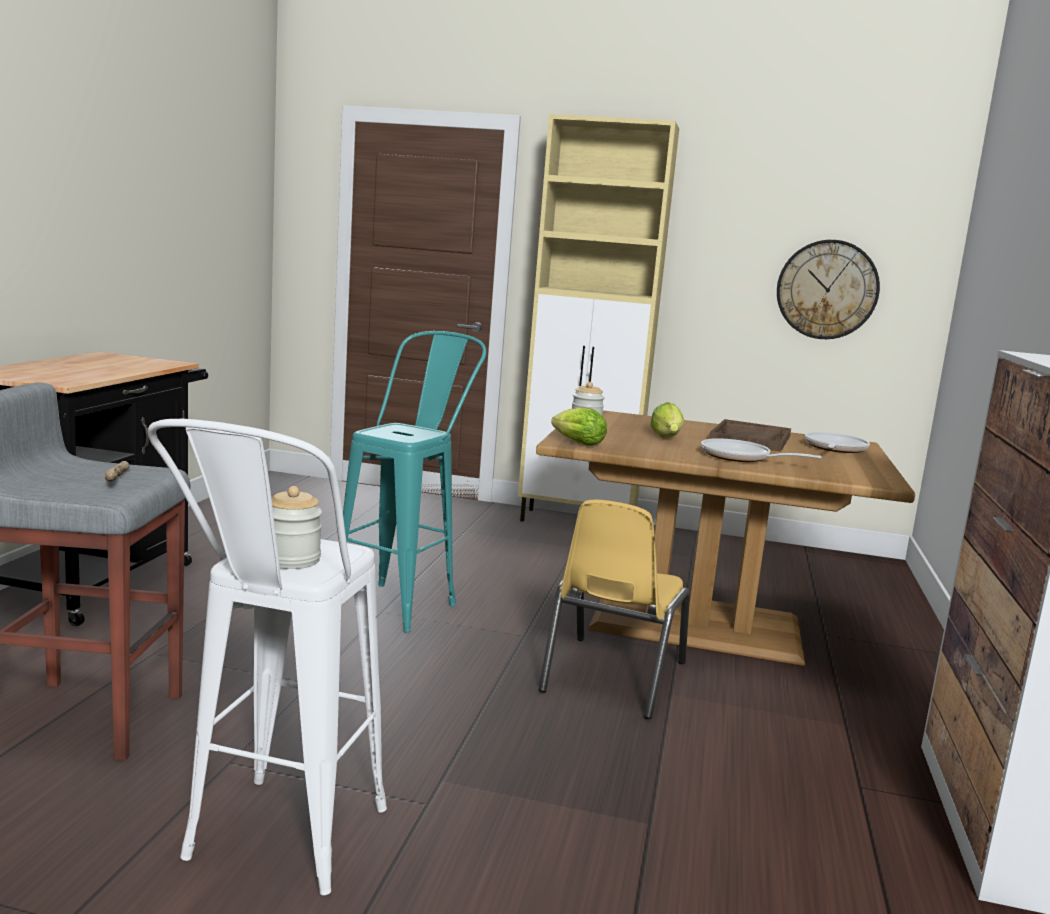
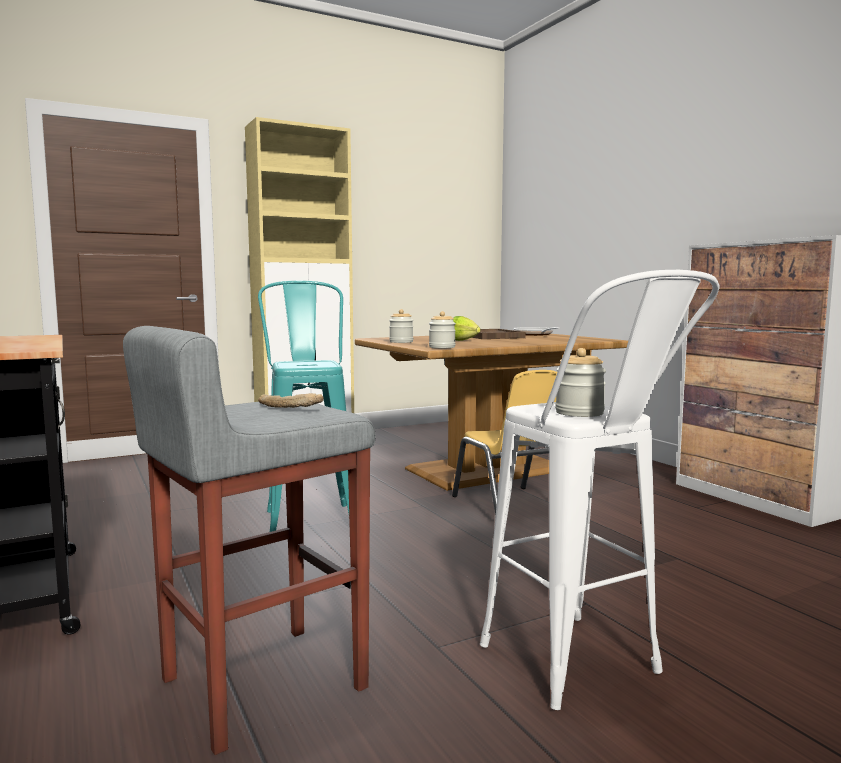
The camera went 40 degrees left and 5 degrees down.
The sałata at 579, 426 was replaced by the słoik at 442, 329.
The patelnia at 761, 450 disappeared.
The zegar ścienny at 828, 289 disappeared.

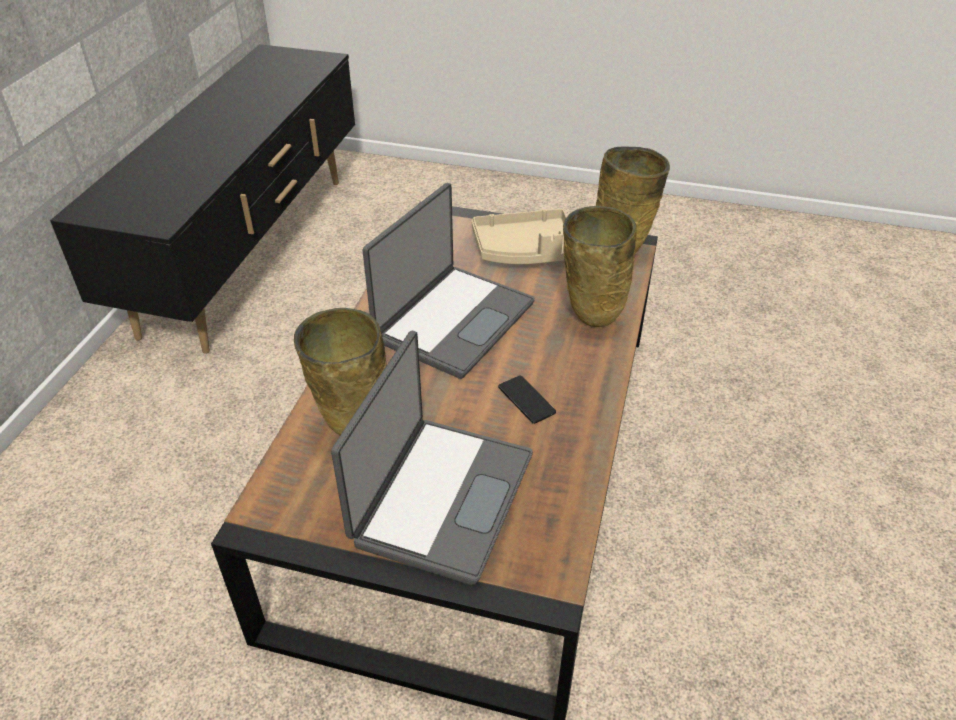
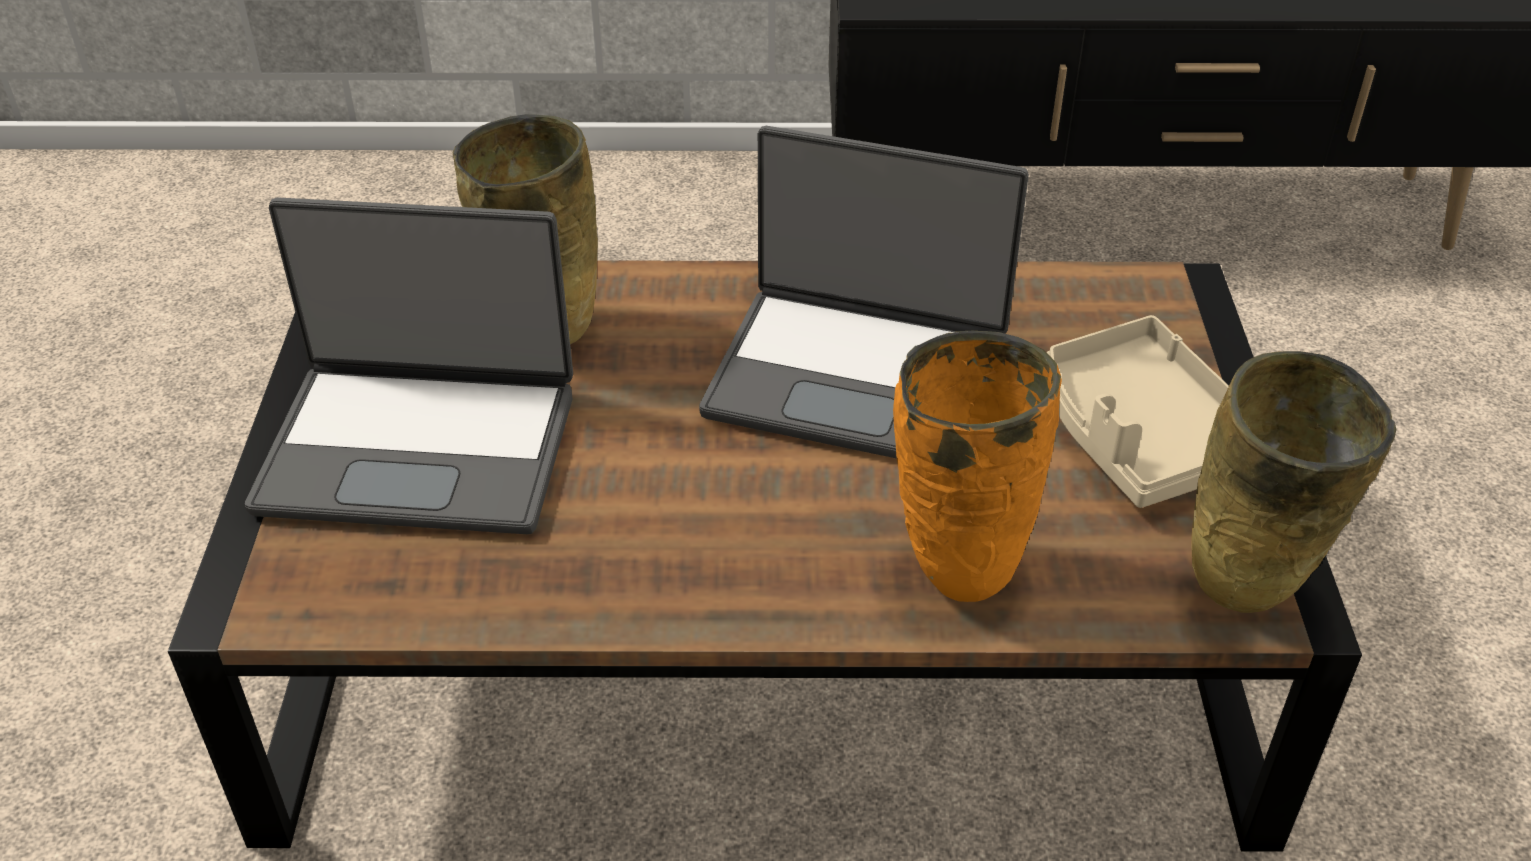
The camera went 75 degrees right and 0 degrees up.
The wazon/beżowy at 600, 266 became the wazon/pomarańczowy at 977, 466.
The telefon at 527, 399 disappeared.

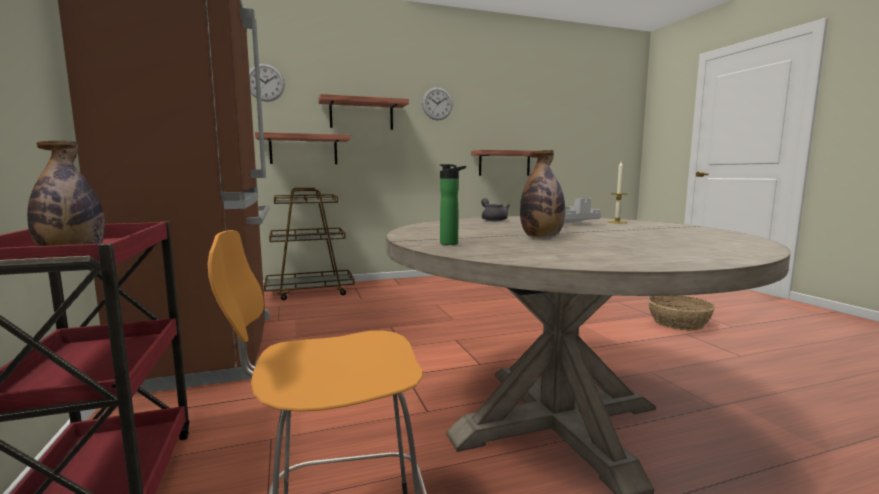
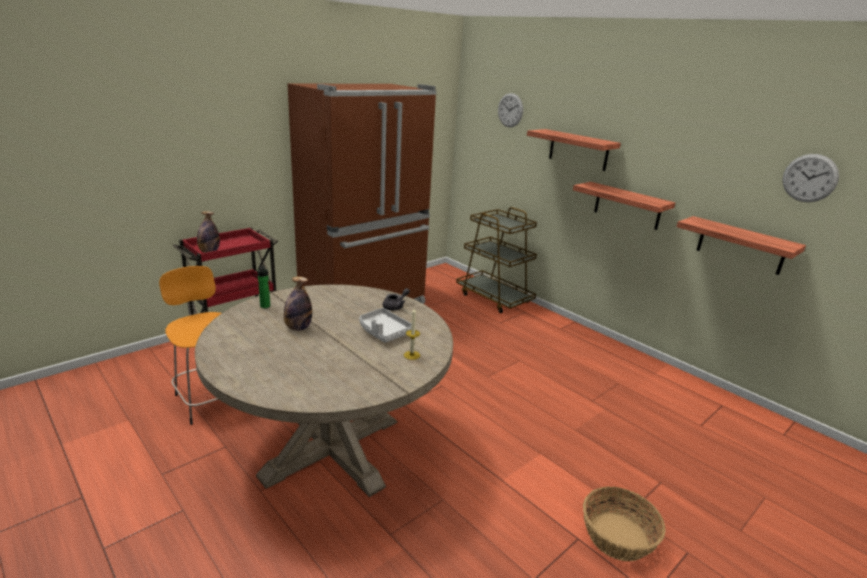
The camera went 65 degrees right and 15 degrees up.
The półka moved from 302, 148 to 624, 206.
The zegar ścienny moved from 437, 103 to 811, 178.

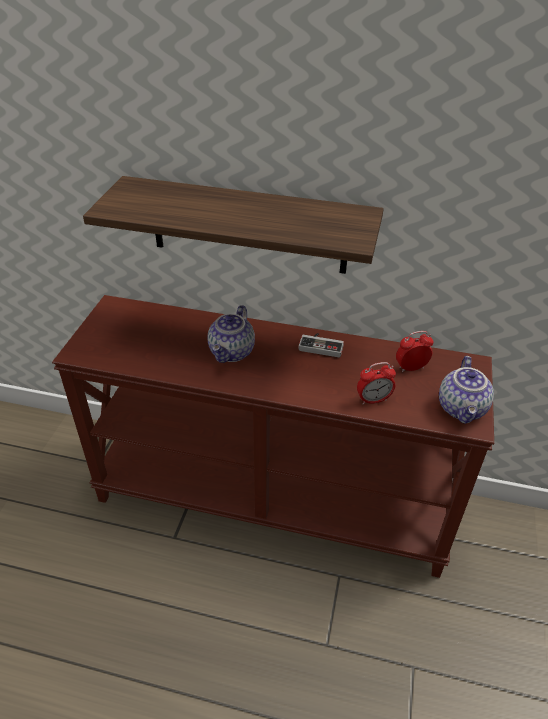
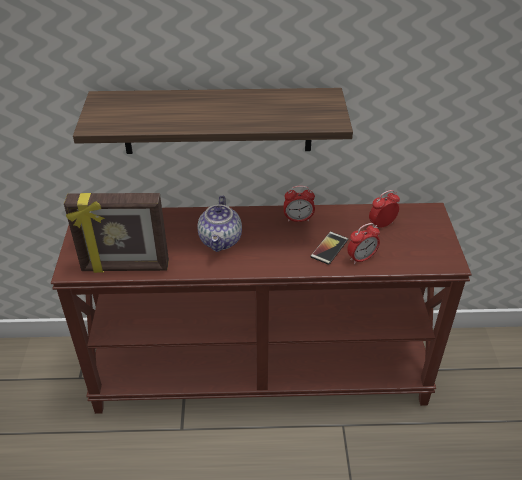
The camera went 15 degrees left and 0 degrees up.
The ramka na zdjęcie at 116, 233 appeared.
The pad do gier at 321, 345 was replaced by the budzik at 299, 204.
The telefon at 329, 248 appeared.
The imbryk at 466, 390 disappeared.

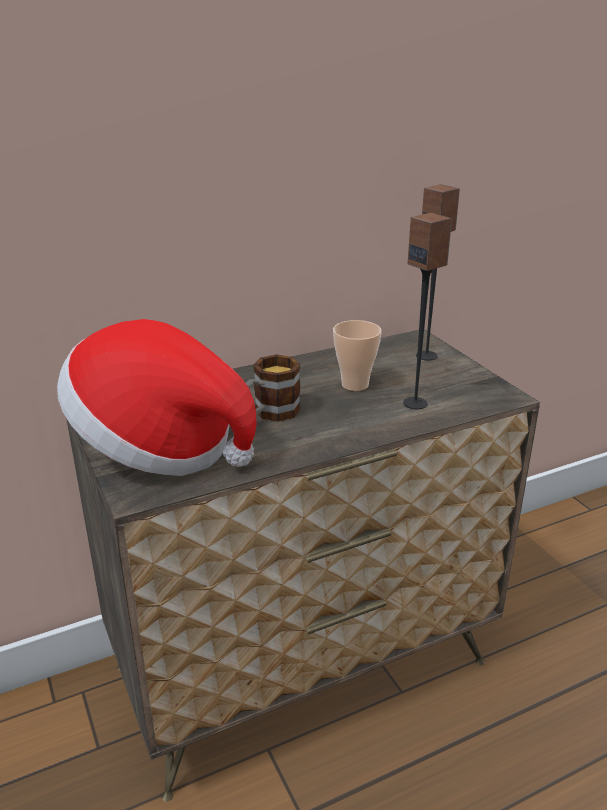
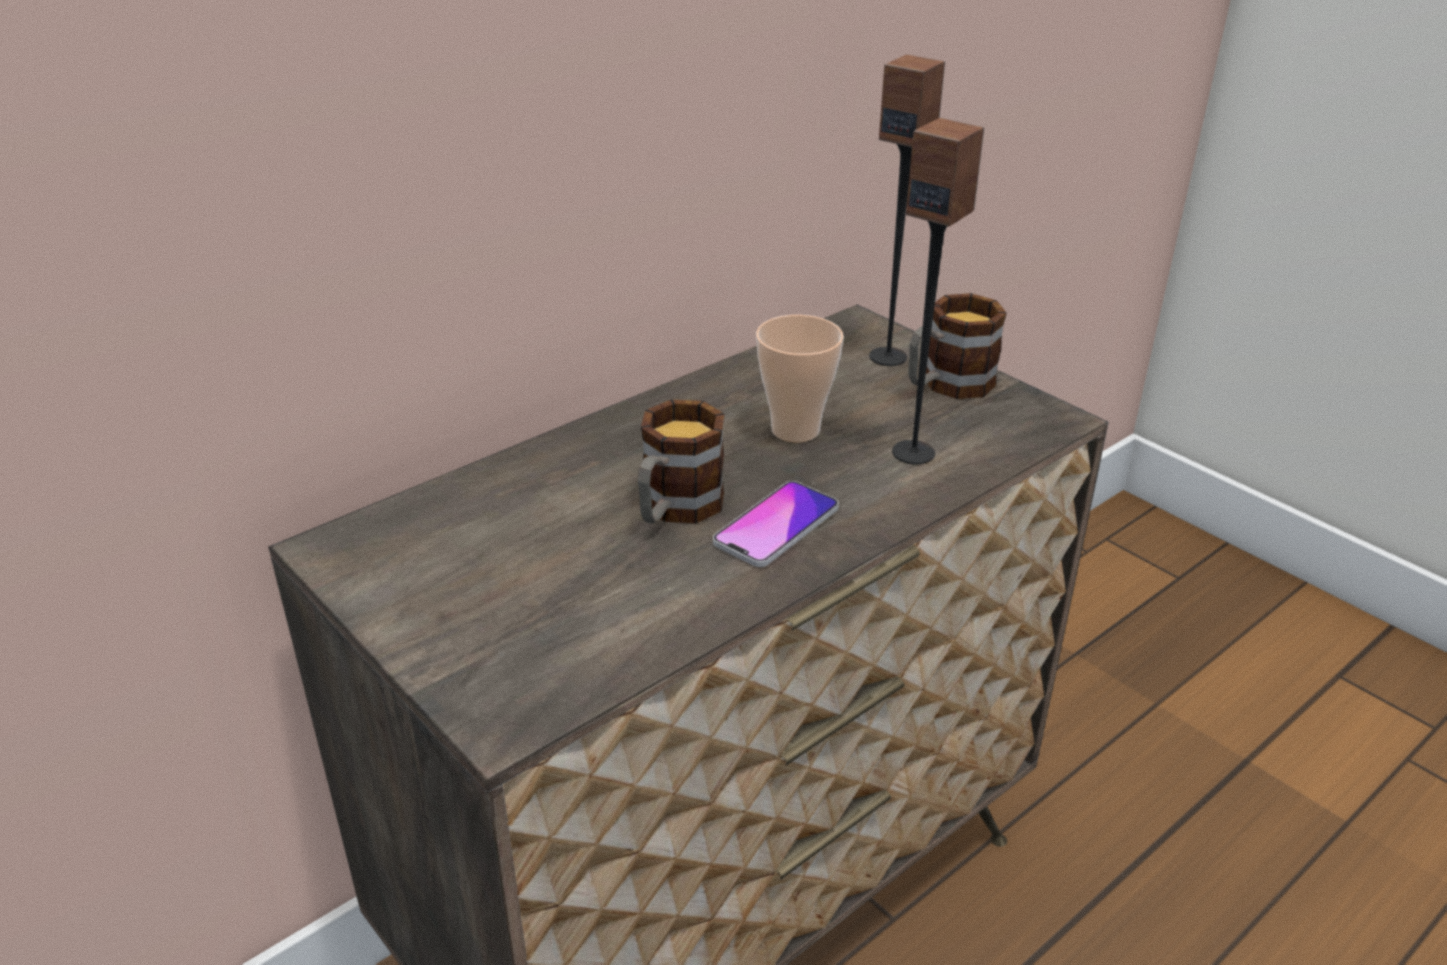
The camera went 15 degrees left and 5 degrees up.
The telefon at 776, 524 appeared.
The kubek at 957, 346 appeared.
The kapelusz at 156, 397 disappeared.

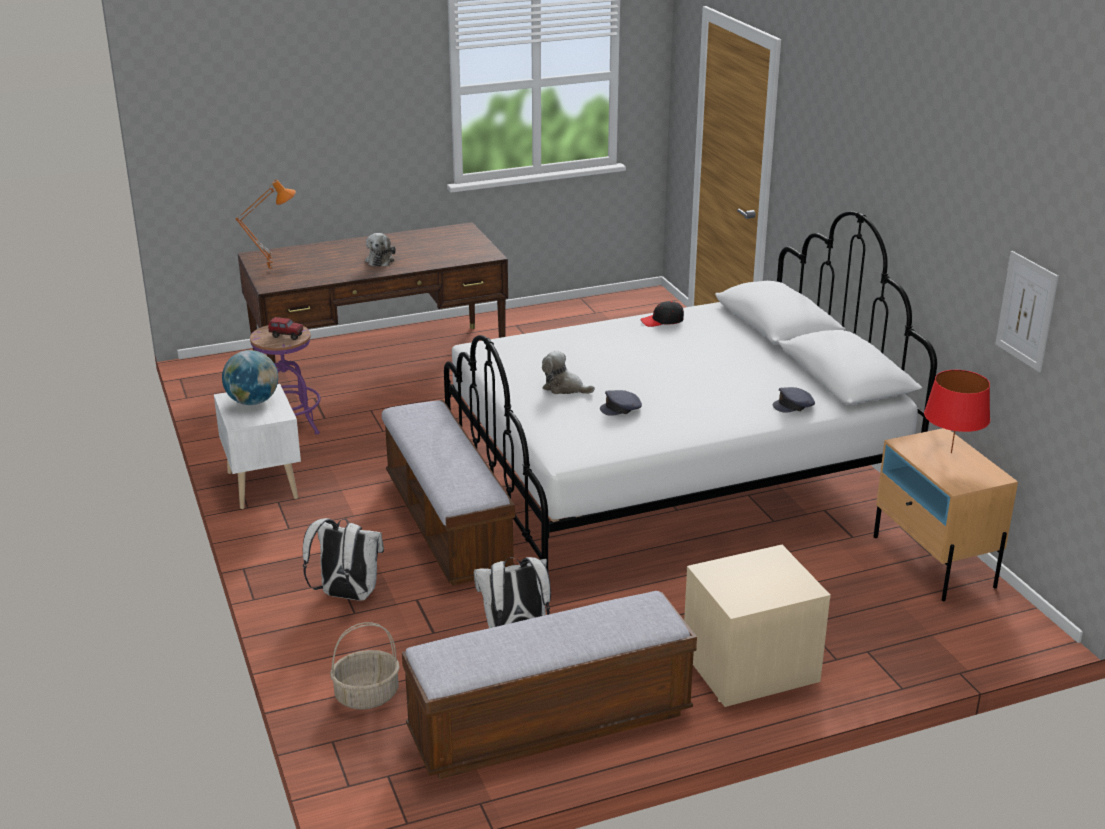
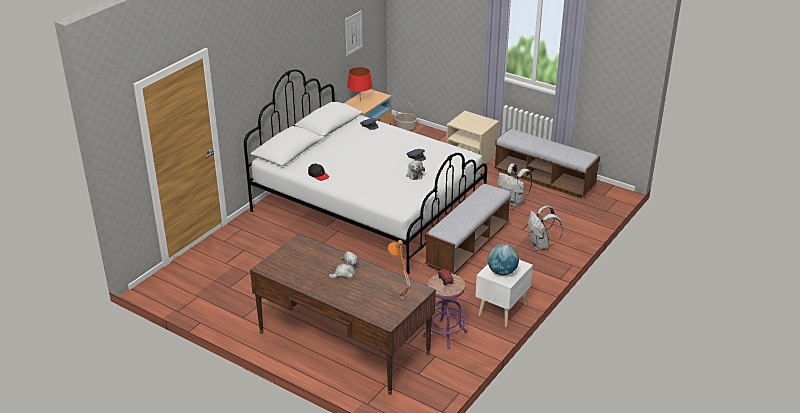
The camera went 125 degrees left and 5 degrees up.
The koszyk moved from 365, 666 to 406, 116.

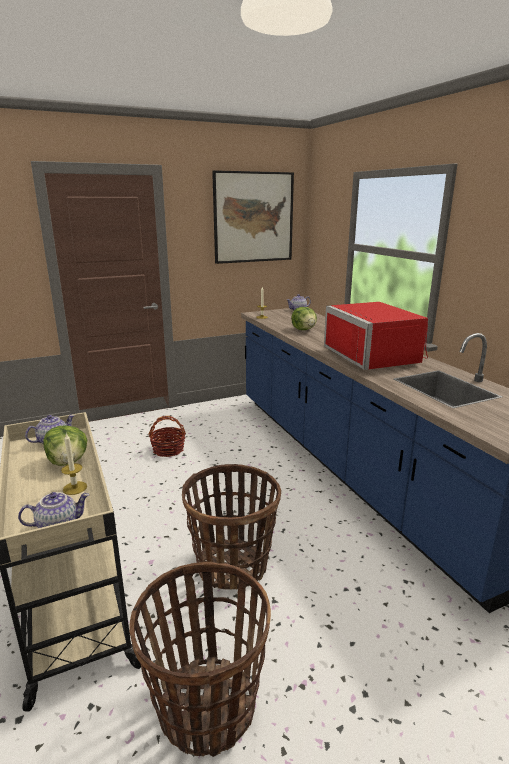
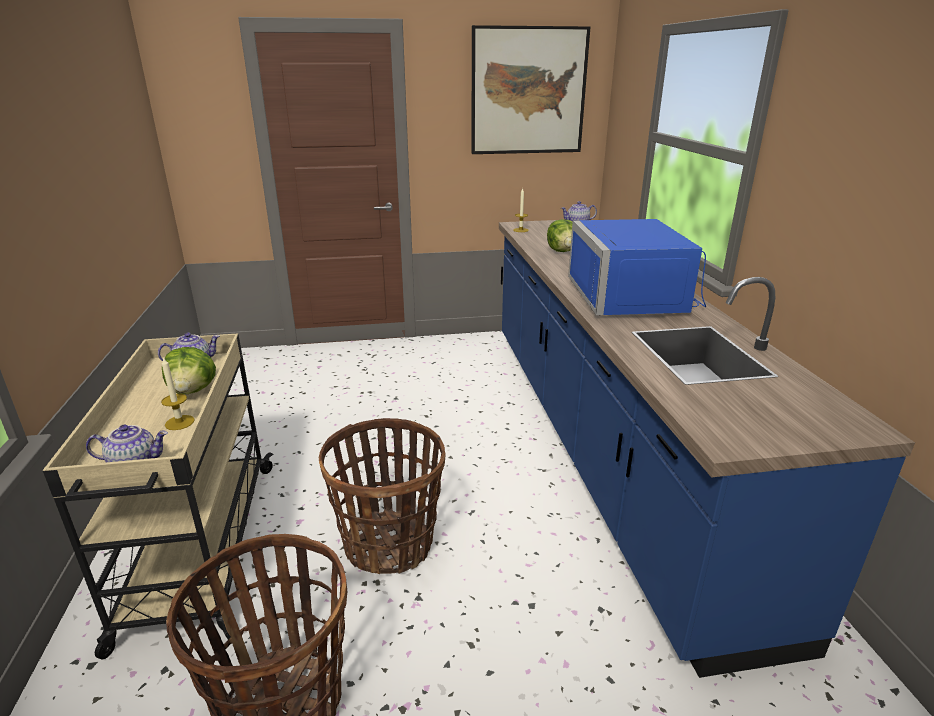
The camera went 15 degrees right and 5 degrees up.
The mikrofalówka/czerwony at 376, 336 became the mikrofalówka/niebieski at 637, 267.
The koszyk at 167, 436 disappeared.

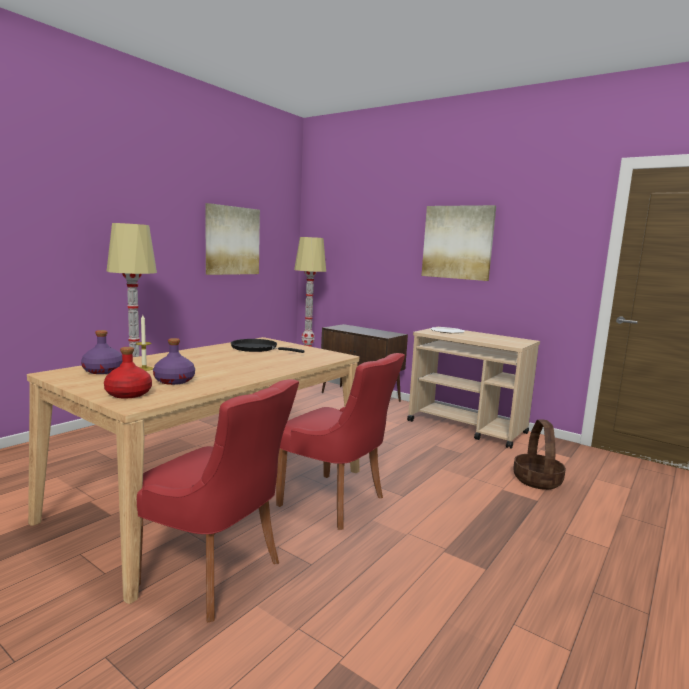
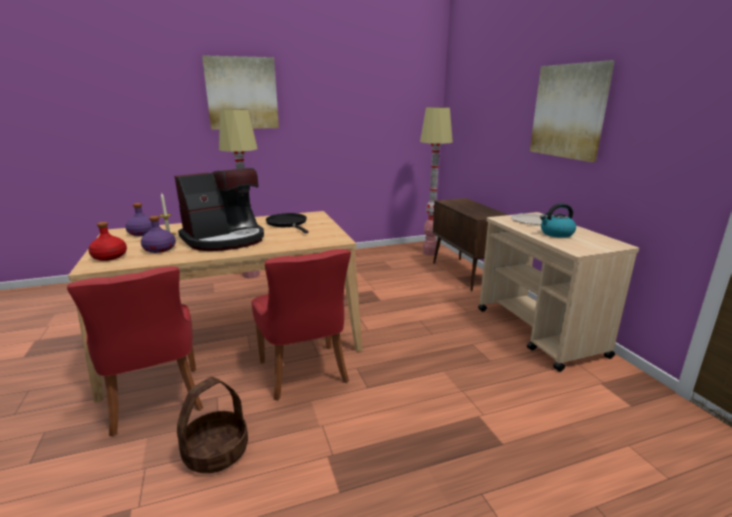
The camera went 35 degrees right and 10 degrees up.
The ekspres do kawy at 219, 209 appeared.
The koszyk moved from 539, 455 to 212, 425.
The obraz moved from 232, 239 to 240, 92.
The czajnik at 558, 220 appeared.

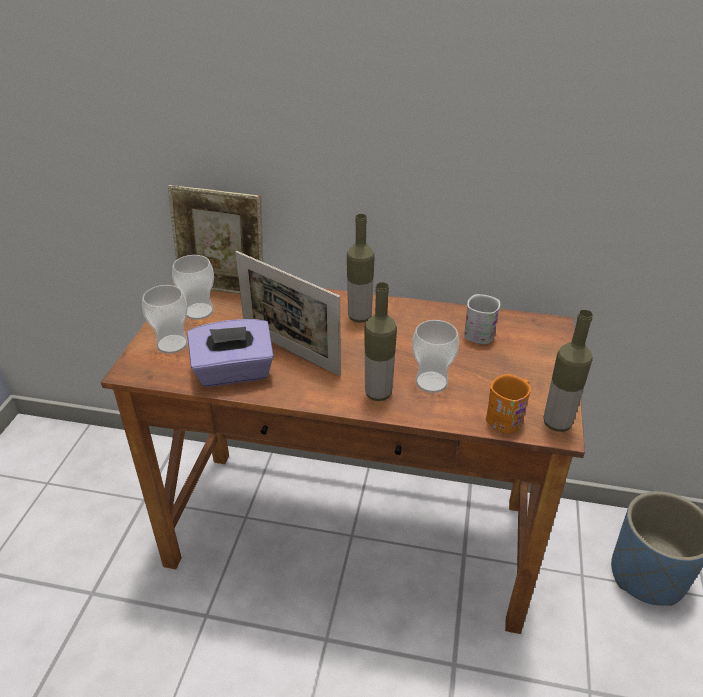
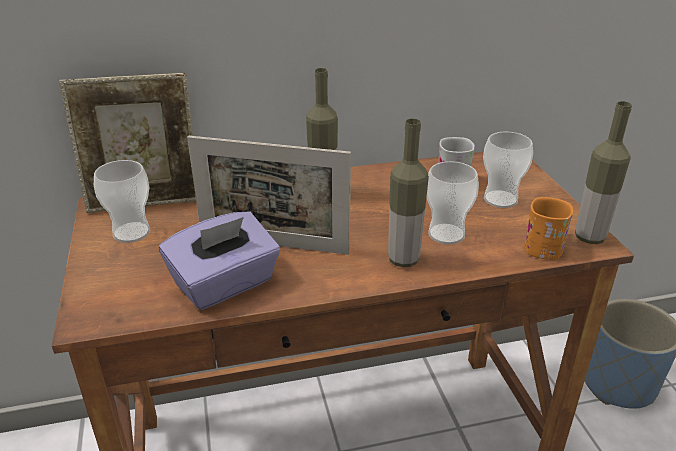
The camera went 25 degrees left and 5 degrees down.
The filiżanka moved from 165, 319 to 508, 170.

